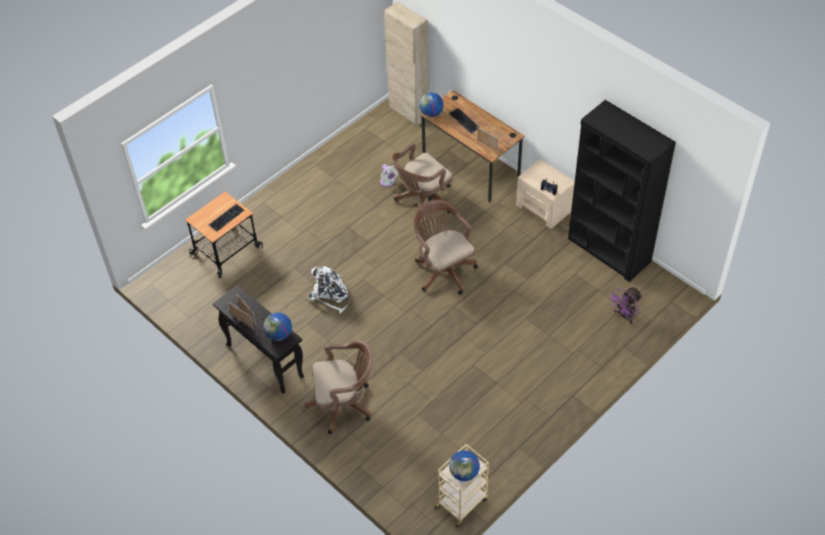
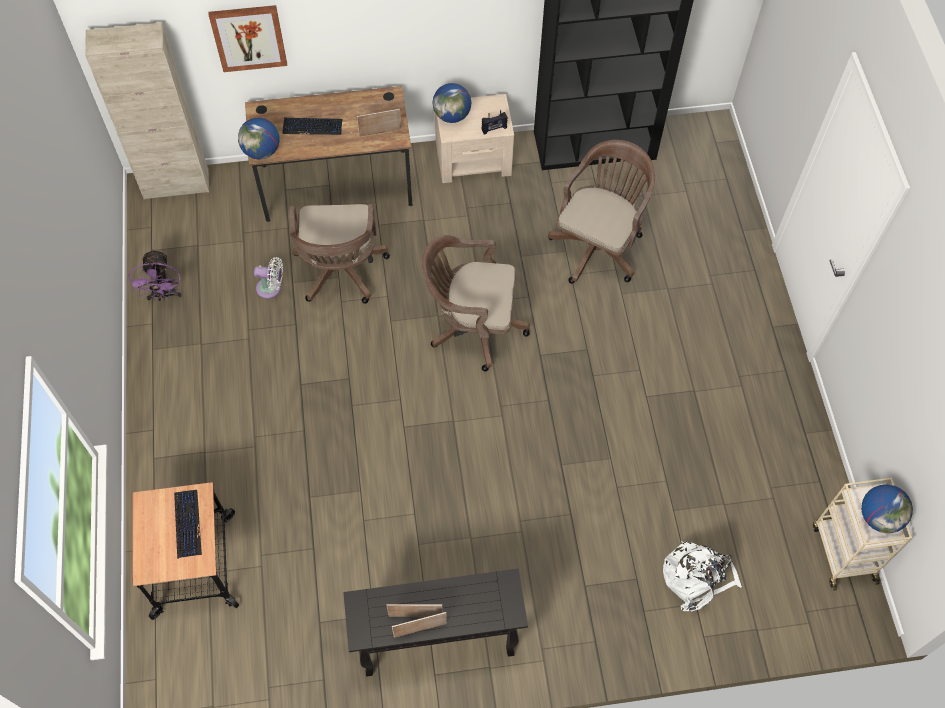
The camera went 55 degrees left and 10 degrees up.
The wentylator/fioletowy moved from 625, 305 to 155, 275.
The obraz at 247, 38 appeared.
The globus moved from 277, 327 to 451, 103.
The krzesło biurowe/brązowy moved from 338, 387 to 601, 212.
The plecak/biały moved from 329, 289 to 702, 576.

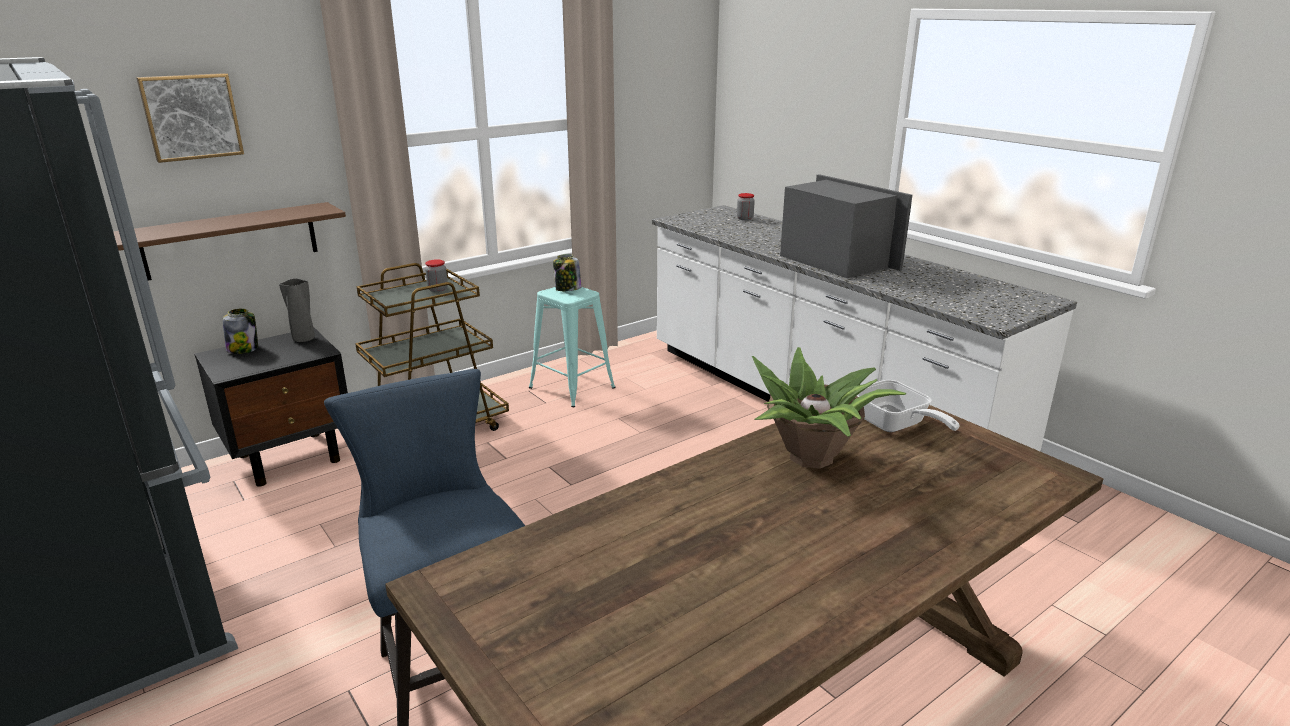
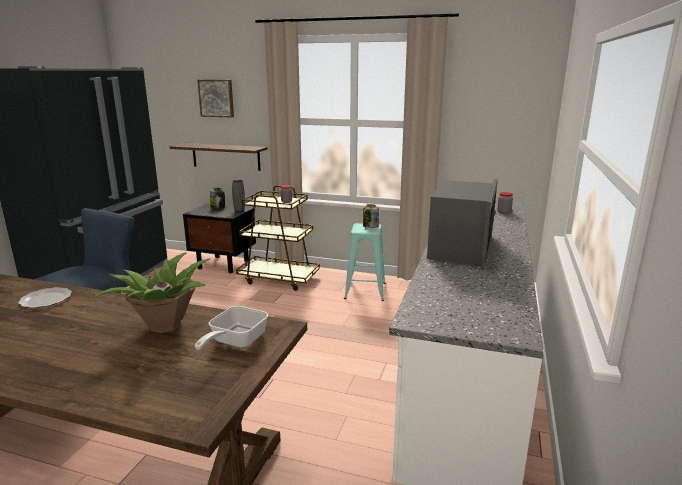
The camera went 55 degrees right and 5 degrees down.
The talerz at 45, 297 appeared.

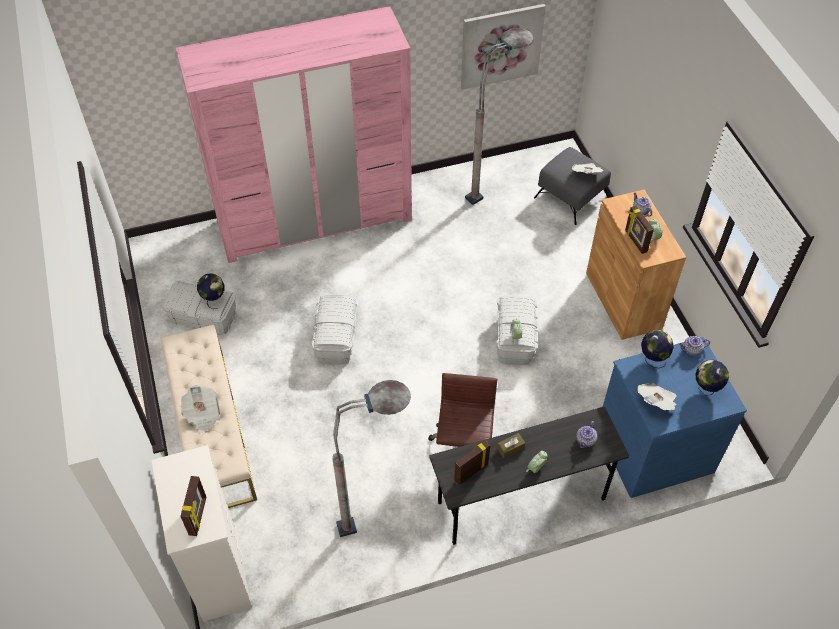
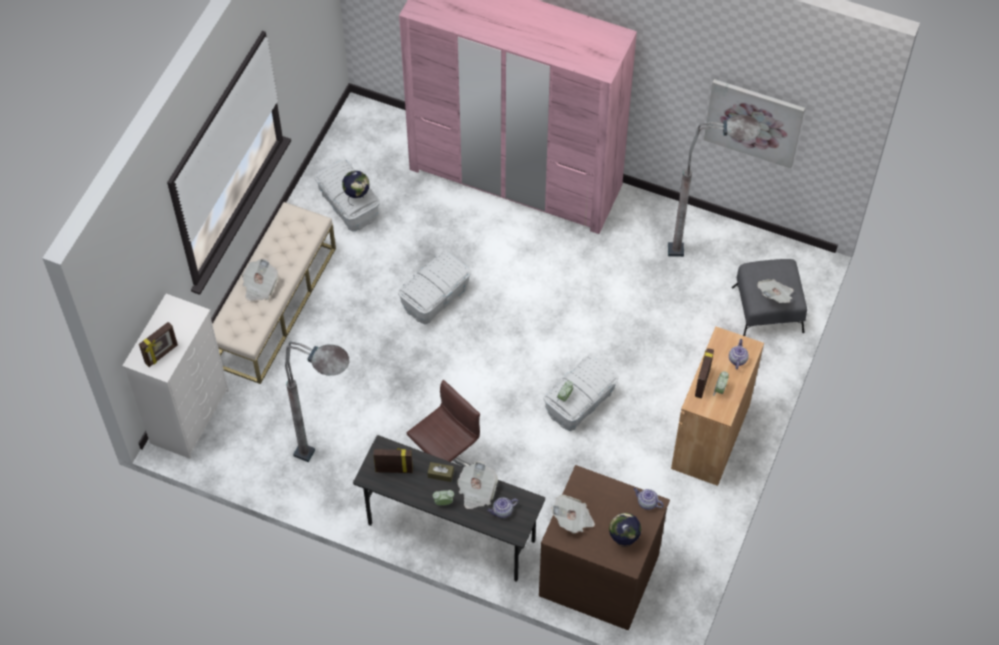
The camera went 40 degrees right and 5 degrees up.
The gazeta at 477, 485 appeared.
The komoda/niebieski at 675, 417 became the komoda/brązowy at 604, 547.
The globus at 657, 349 disappeared.

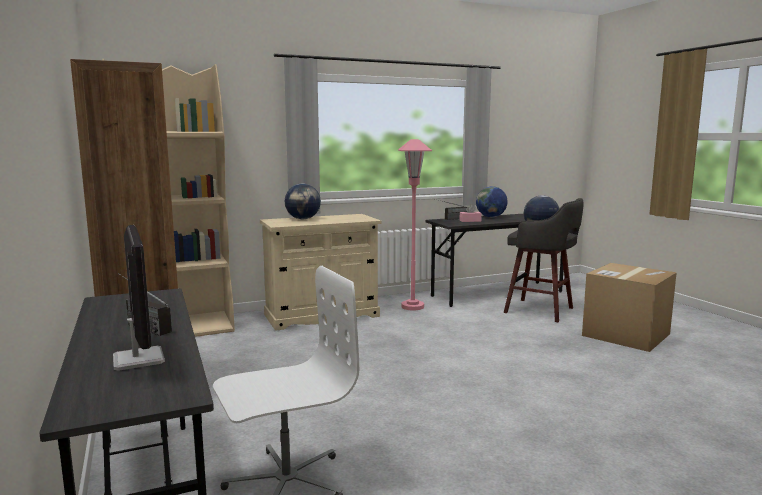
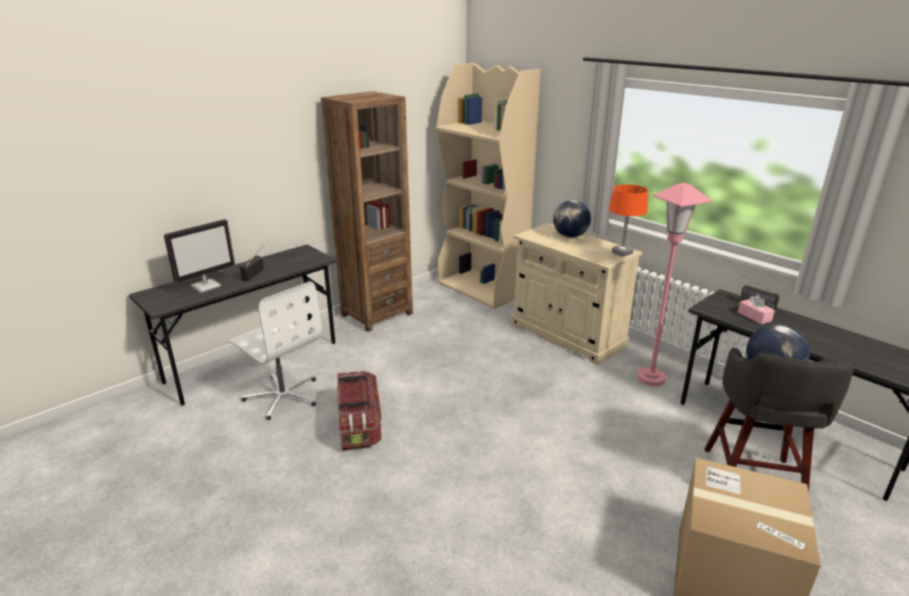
The camera went 70 degrees right and 15 degrees up.
The pojemnik do przechowywania at 359, 410 appeared.
The lampa stołowa/pomarańczowy at 628, 220 appeared.
The globus at 492, 201 disappeared.

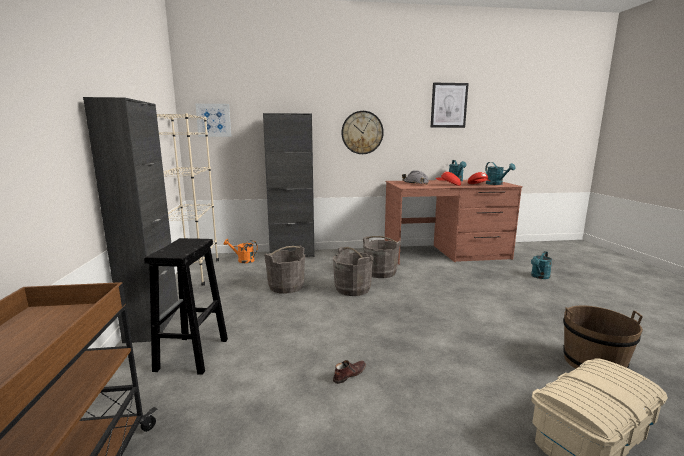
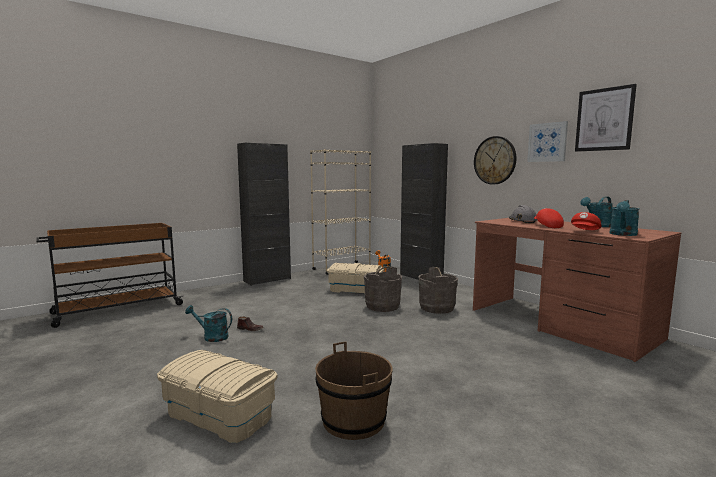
The camera went 60 degrees right and 5 degrees down.
The konewka/turkusowy moved from 541, 265 to 208, 323.
The wiadro/szary at 284, 269 was replaced by the pojemnik do przechowywania/beżowy at 355, 278.
The obraz moved from 213, 120 to 547, 141.
The stołek/czarny at 186, 306 disappeared.

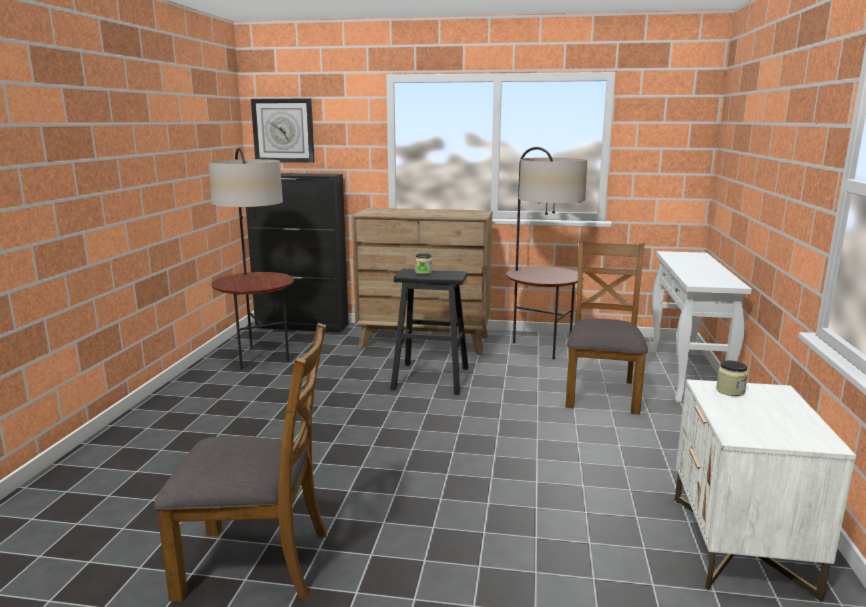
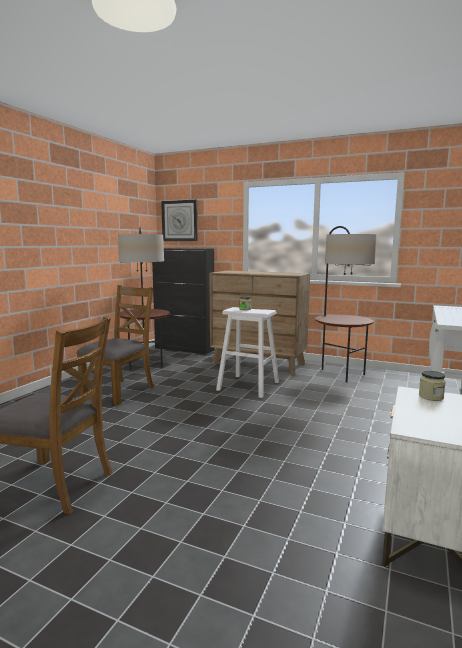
The camera went 15 degrees right and 5 degrees down.
The krzesło/brązowy moved from 606, 328 to 115, 345.
The stołek/czarny at 429, 332 became the stołek/biały at 247, 352.

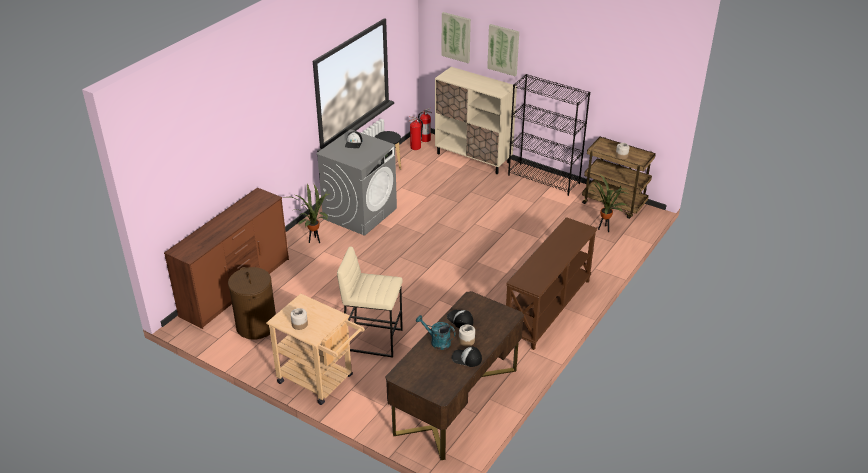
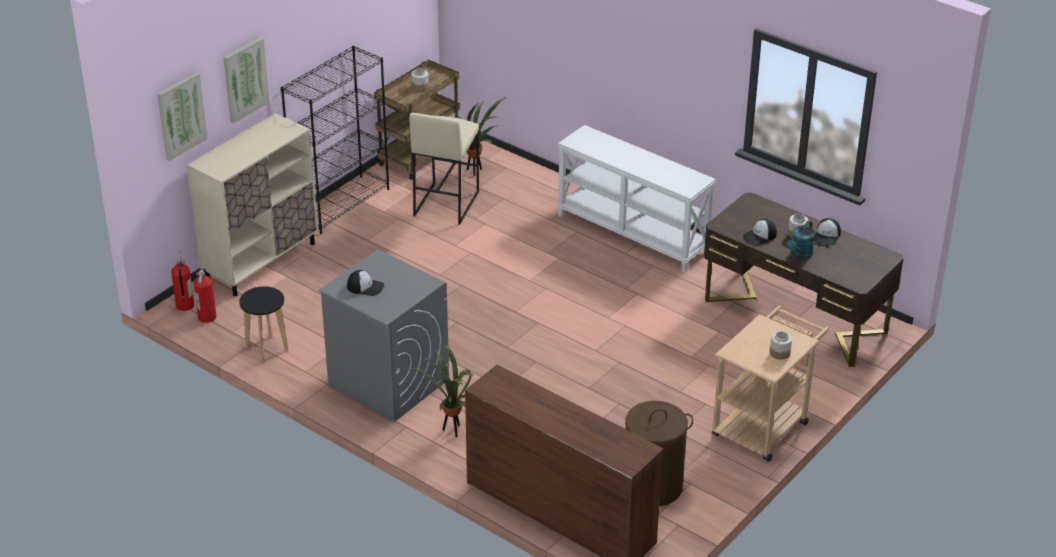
The camera went 85 degrees left and 0 degrees up.
The stołek/beżowy moved from 370, 302 to 444, 169.
The stolik konsolowy/brązowy at 551, 283 became the stolik konsolowy/biały at 636, 198.

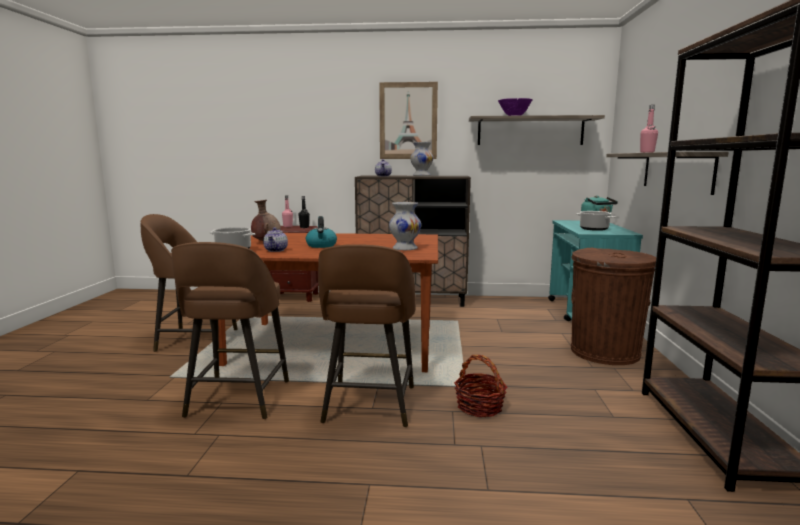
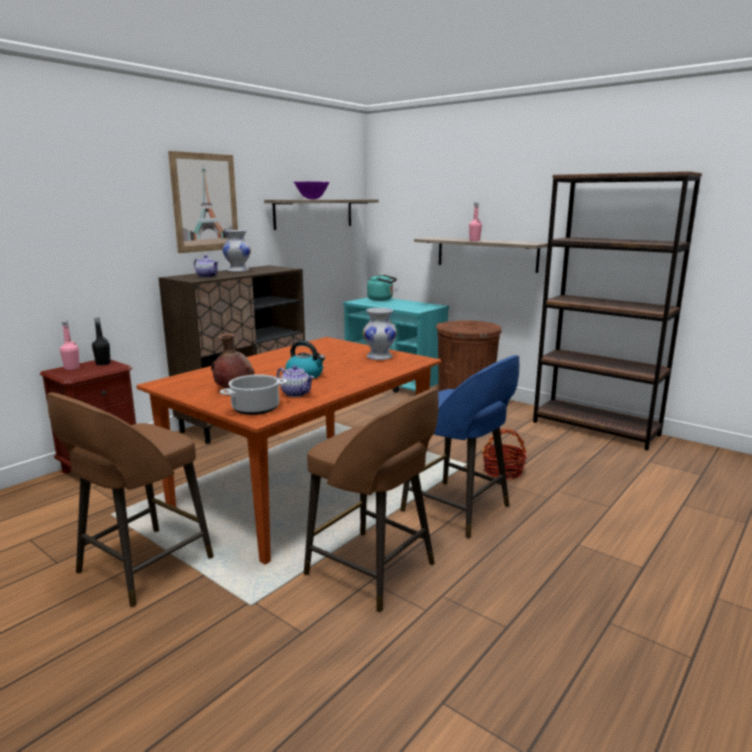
The camera went 55 degrees left and 5 degrees up.
The stołek/brązowy at 367, 335 became the stołek/niebieski at 459, 447.
The garnek at 596, 221 disappeared.

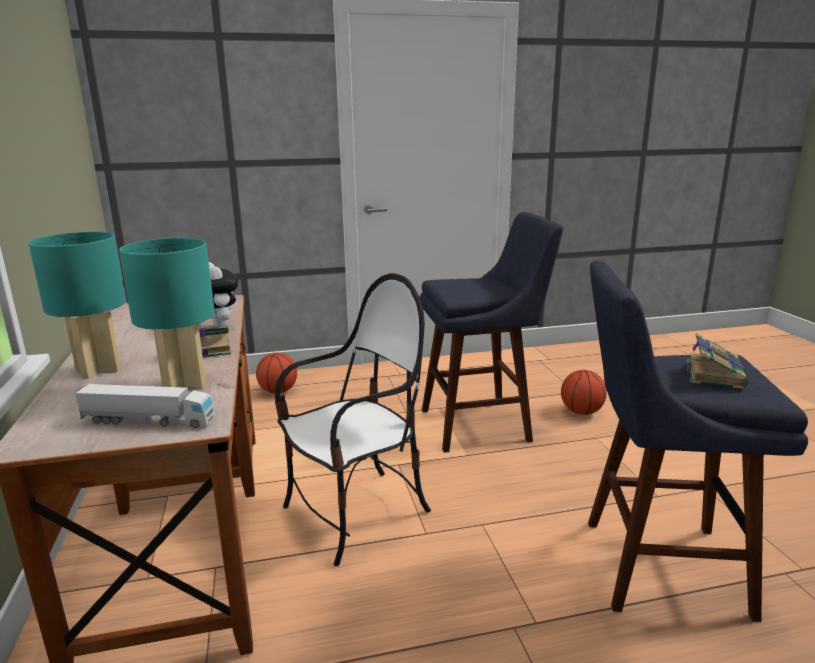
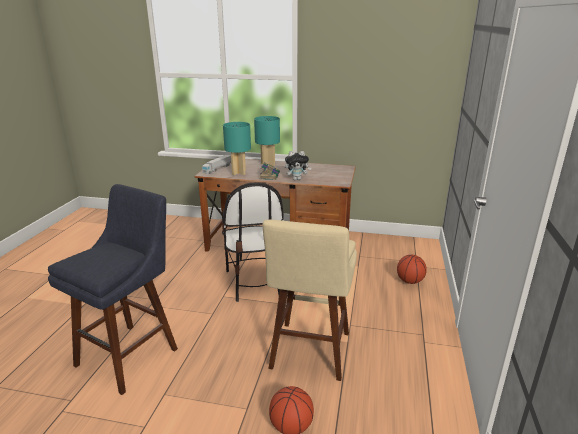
The camera went 115 degrees right and 5 degrees up.
The stołek/niebieski at 491, 332 became the stołek/beżowy at 310, 300.
The książka at 717, 361 disappeared.

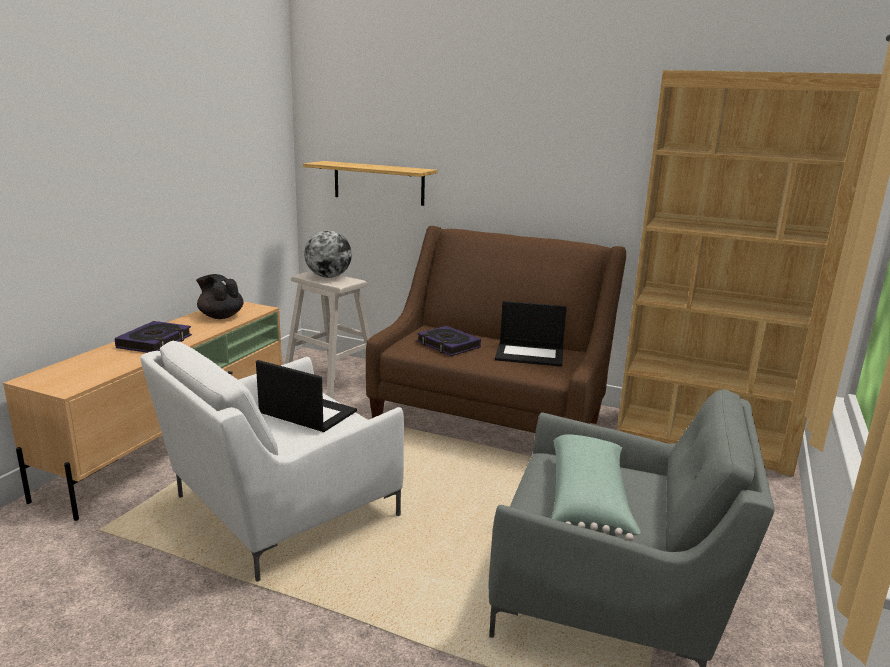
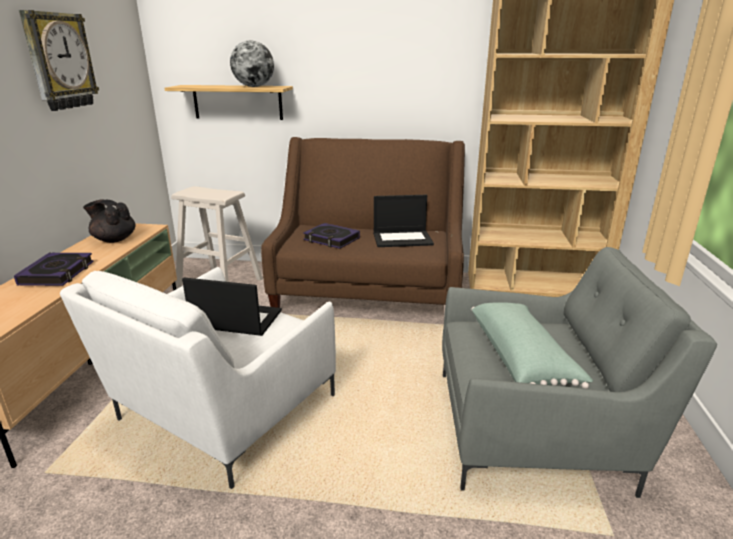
The camera went 15 degrees left and 5 degrees up.
The zegar ścienny at 59, 60 appeared.
The globus moved from 328, 254 to 252, 63.

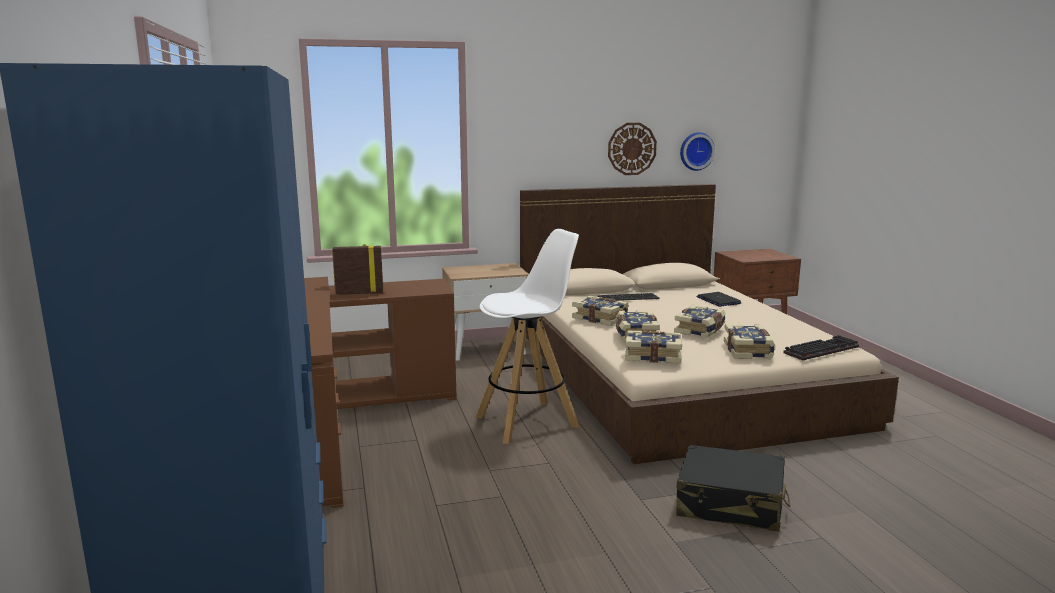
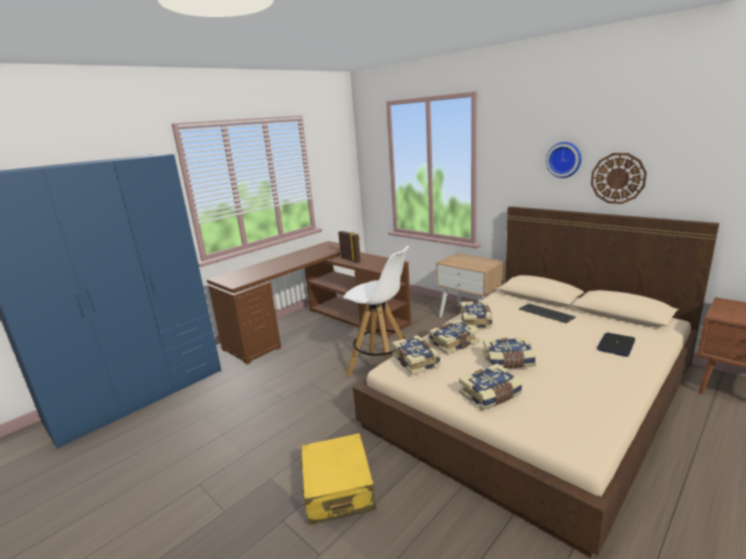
The camera went 60 degrees right and 5 degrees up.
The walizka/czarny at 733, 488 became the walizka/żółty at 338, 479.
The zegar ścienny moved from 697, 151 to 563, 160.
The klawiatura at 821, 347 disappeared.

